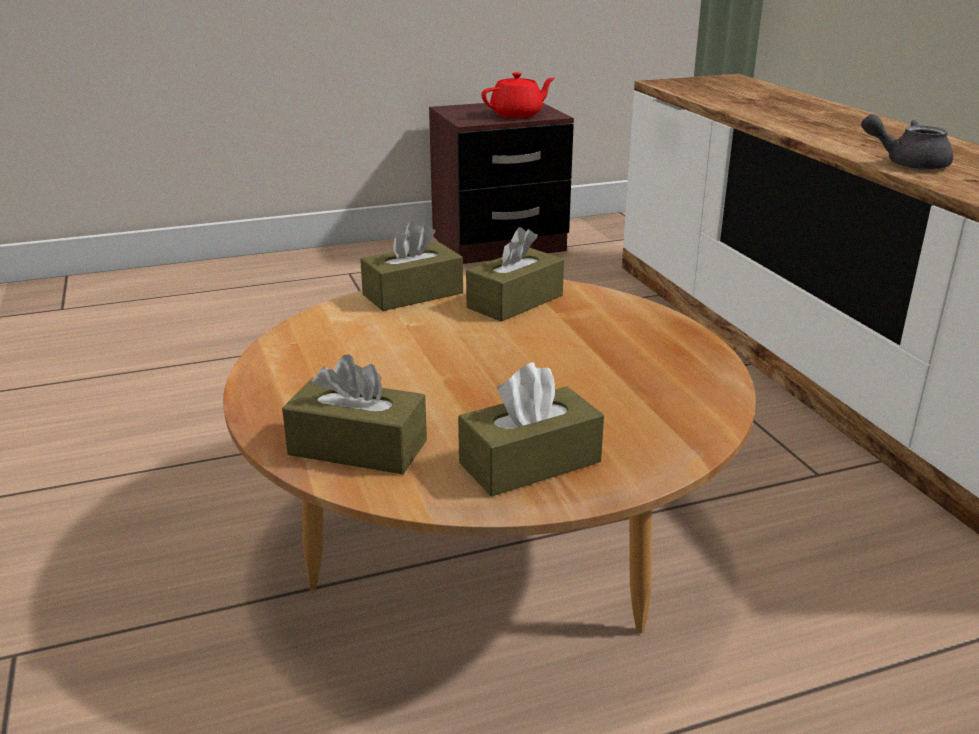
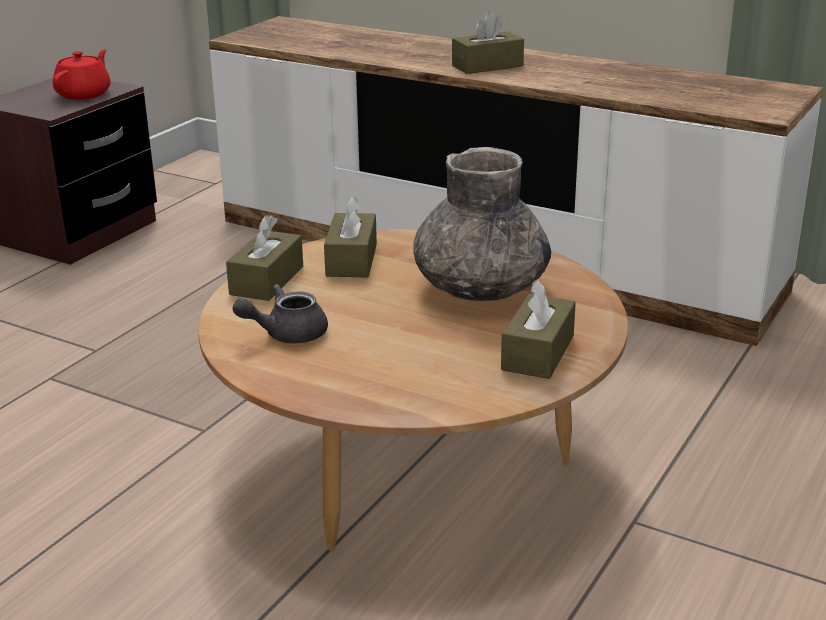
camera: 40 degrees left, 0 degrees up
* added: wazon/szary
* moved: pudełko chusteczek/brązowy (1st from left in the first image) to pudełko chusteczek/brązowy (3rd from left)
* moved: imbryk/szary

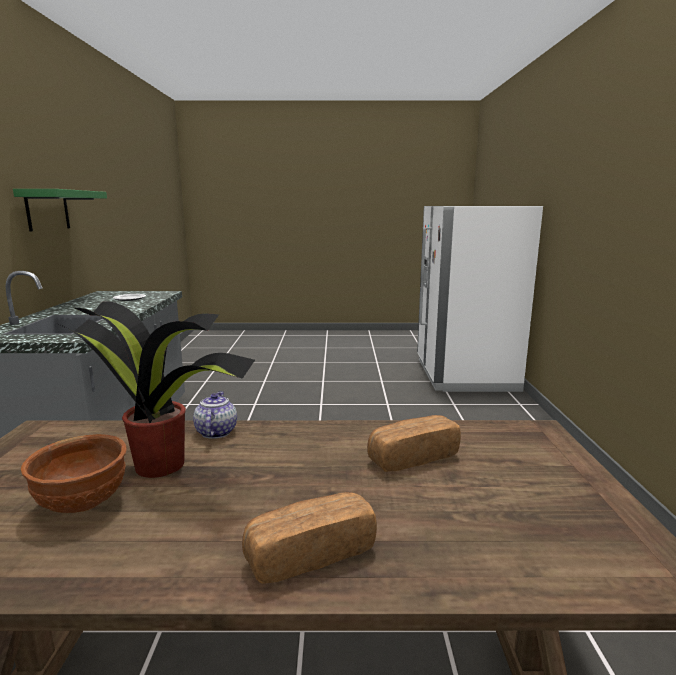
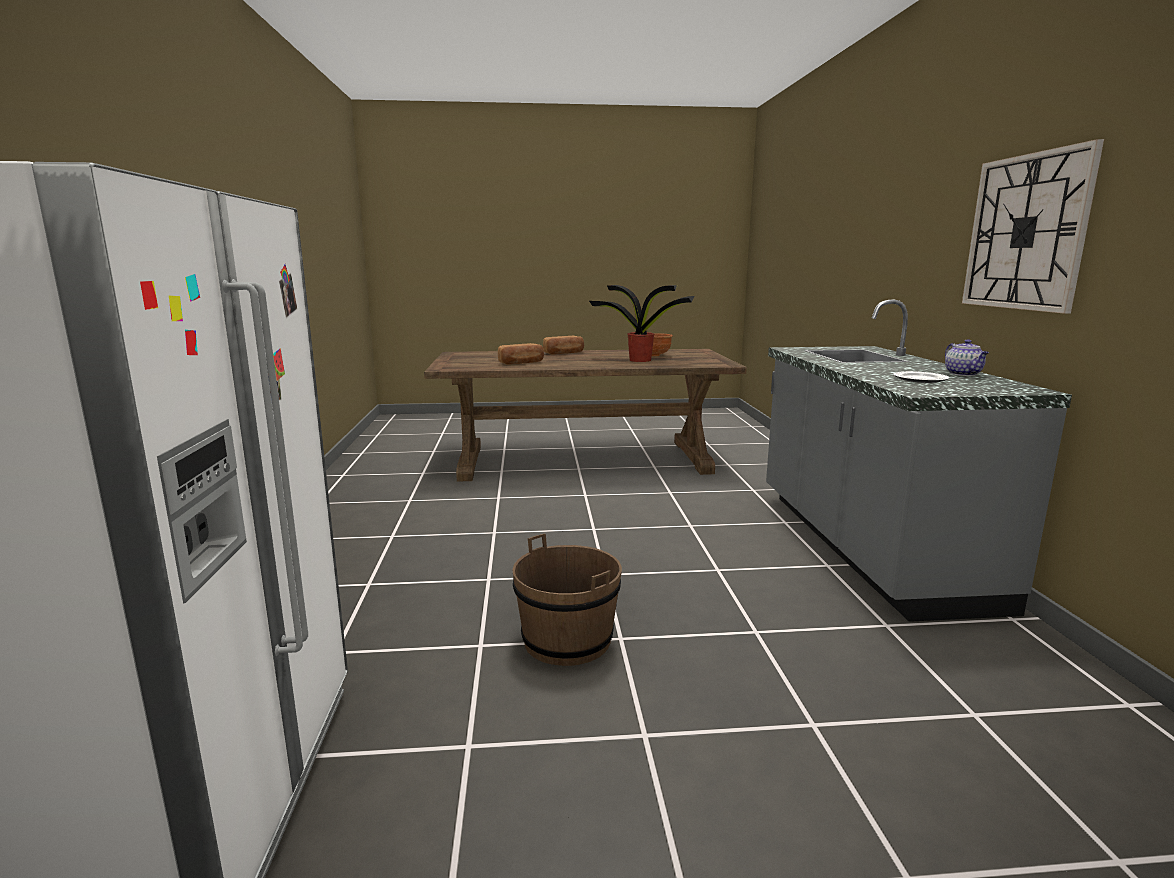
camera: 175 degrees right, 0 degrees up
* added: wiadro/brązowy
* moved: imbryk
* replaced: półka/zielony to zegar ścienny

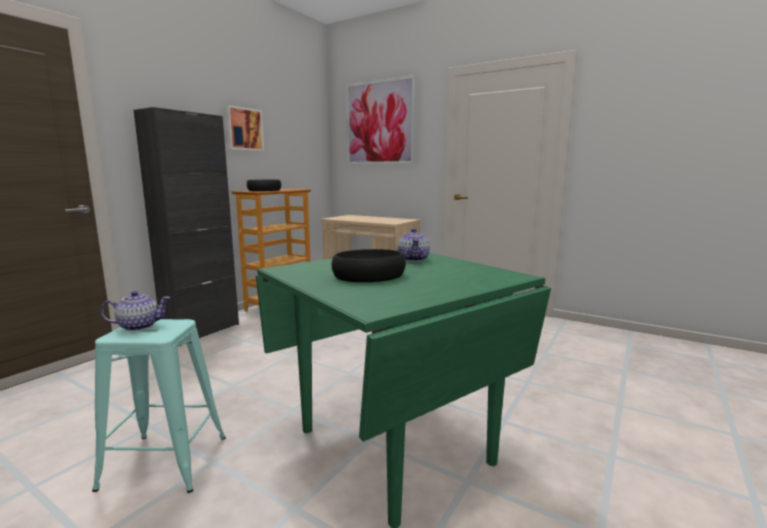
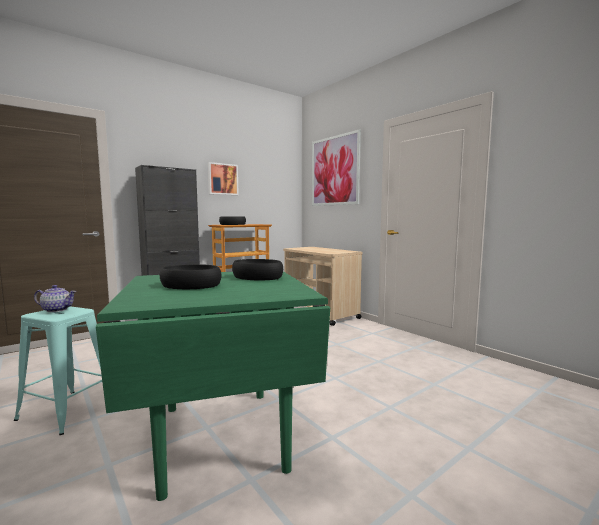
camera: 20 degrees right, 5 degrees down
* replaced: imbryk (2nd from left) to miska/czarny (3rd from left)

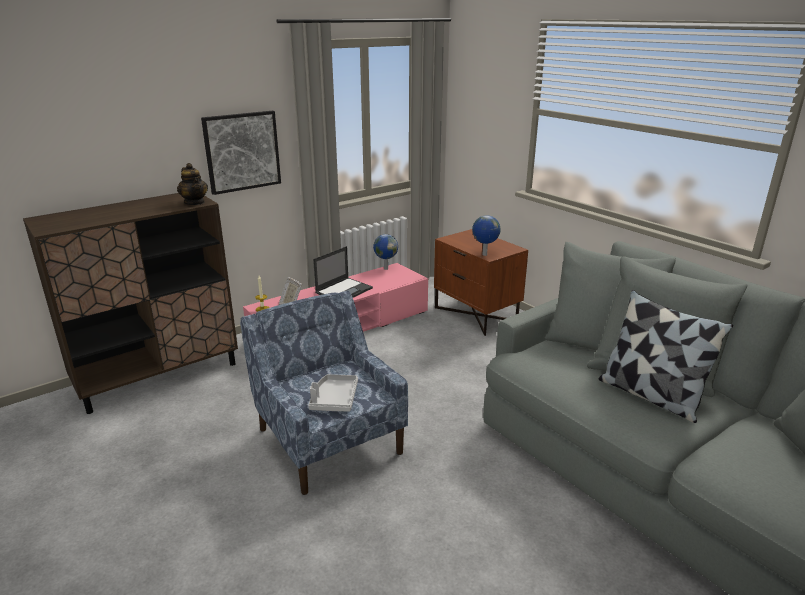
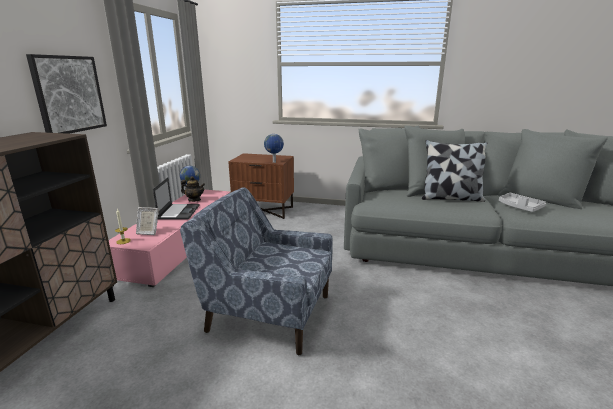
camera: 40 degrees left, 5 degrees down
* moved: imbryk
* moved: taca/szary

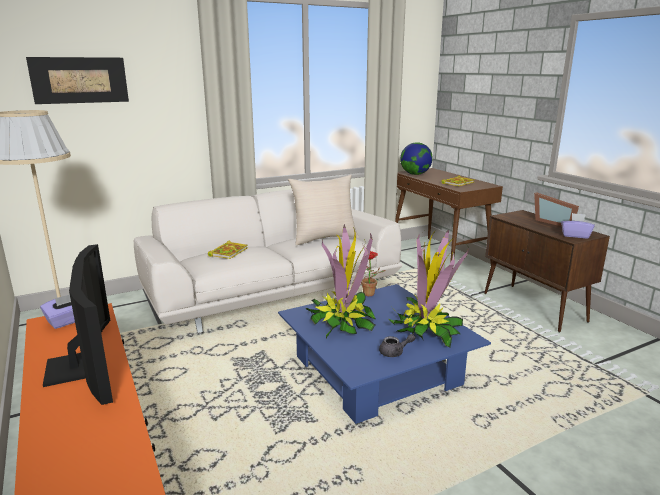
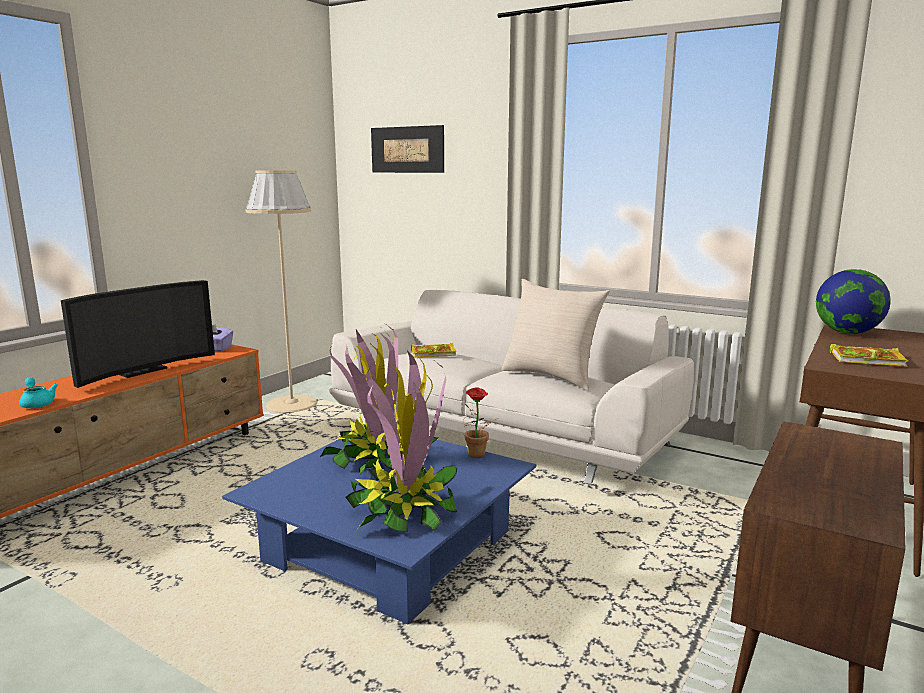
camera: 60 degrees right, 5 degrees down
* removed: imbryk/szary
* removed: ramka na zdjęcie
* removed: pudełko chusteczek/fioletowy (2nd from left)
* added: imbryk/turkusowy

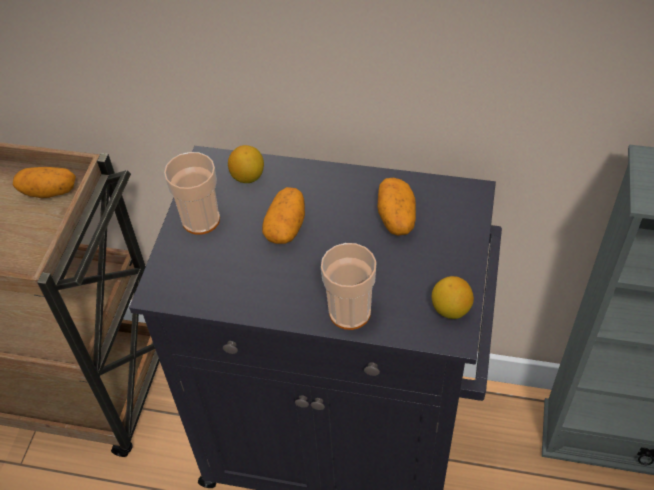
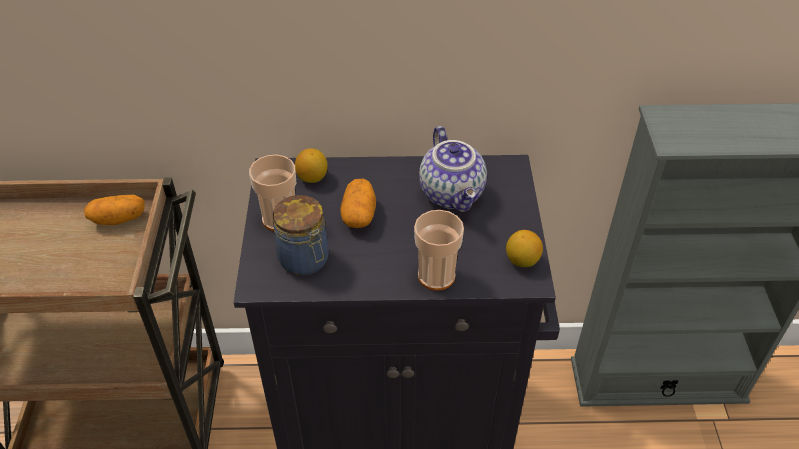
camera: 15 degrees left, 5 degrees down
* added: słoik
* replaced: ziemniak (3rd from left) to imbryk

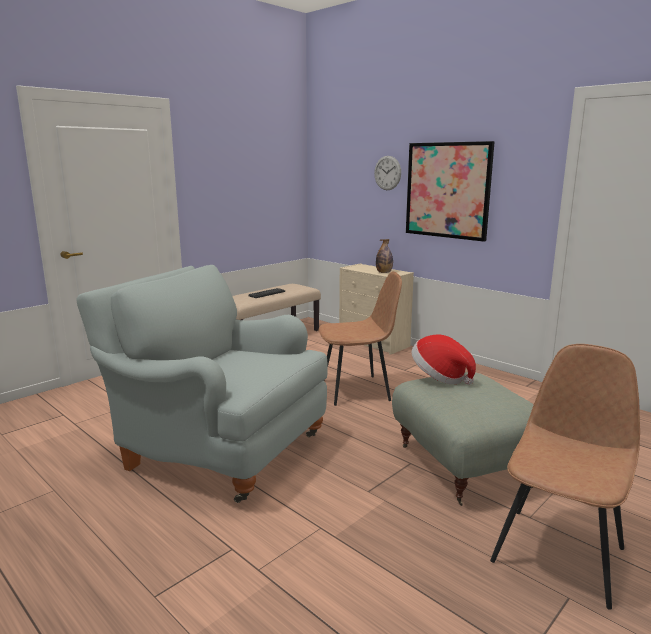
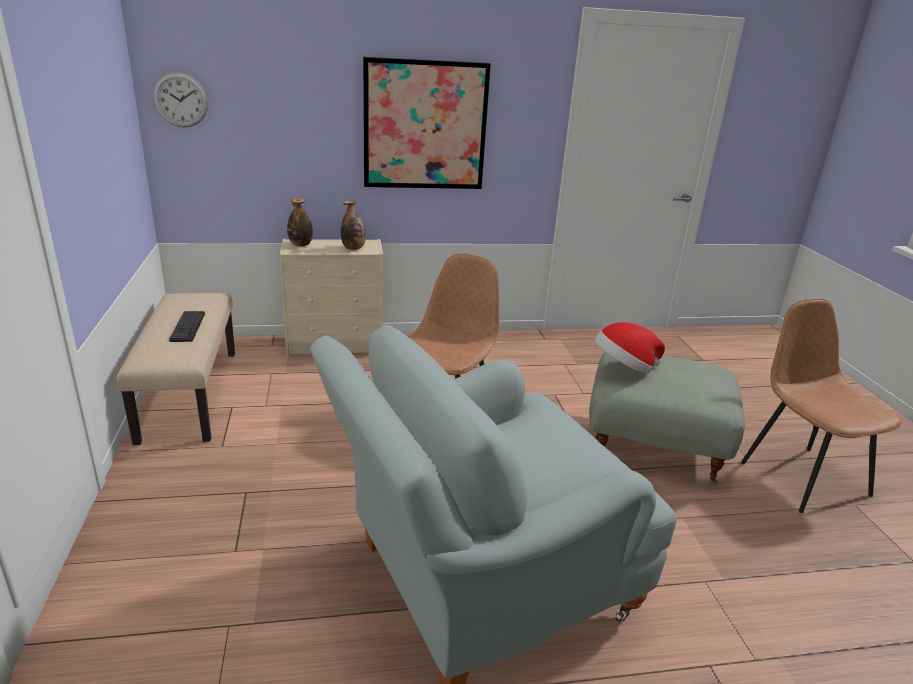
camera: 55 degrees left, 10 degrees up
* added: butelka (1st from left)
* moved: zegar ścienny

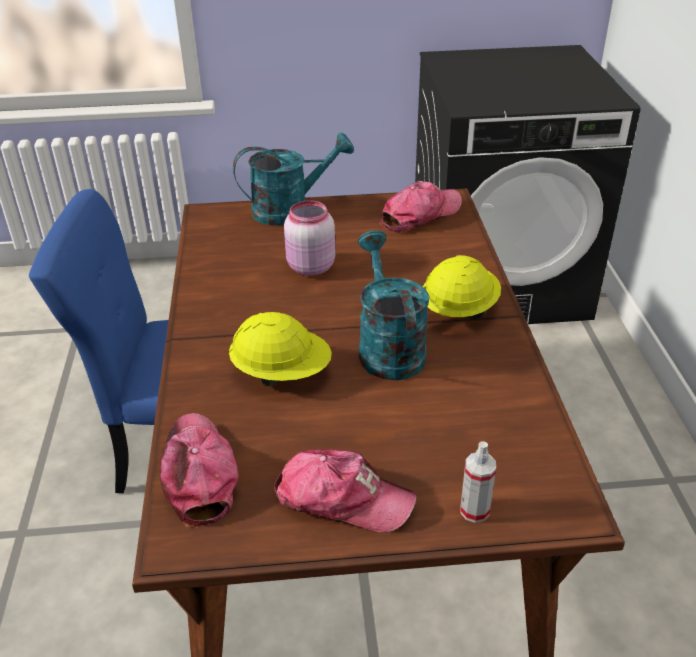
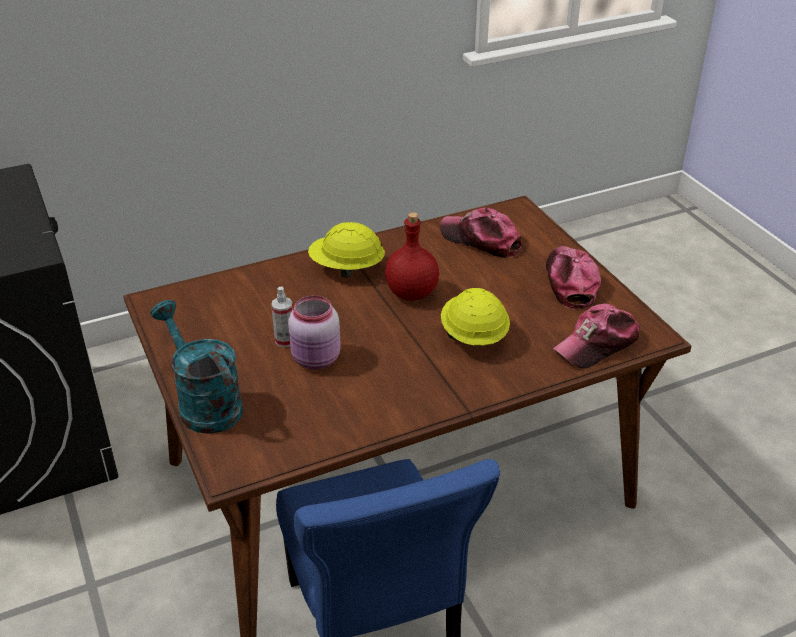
camera: 110 degrees left, 0 degrees up
* moved: czapka z daszkiem (3rd from left in the first image) to czapka z daszkiem (1st from left)
* moved: spryskiwacz
* replaced: konewka/turkusowy (2nd from left) to butelka/czerwony

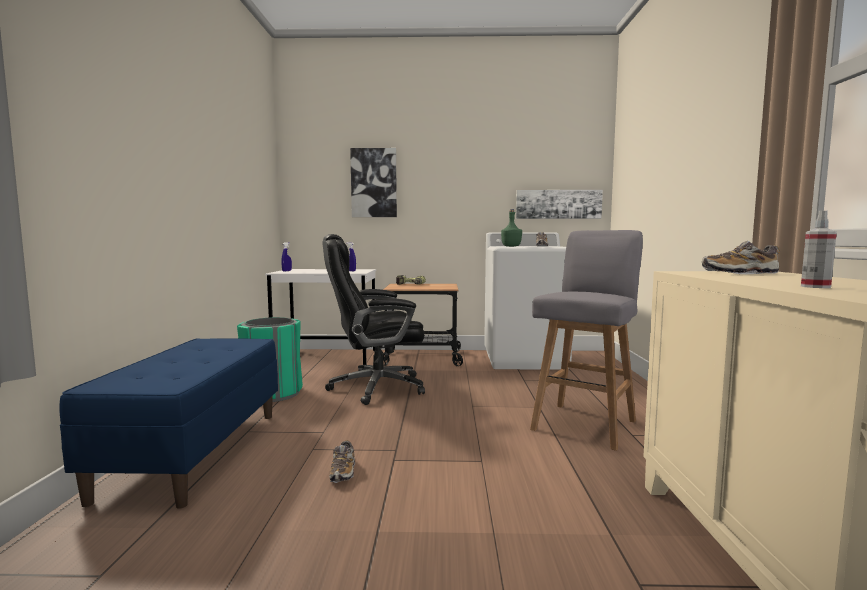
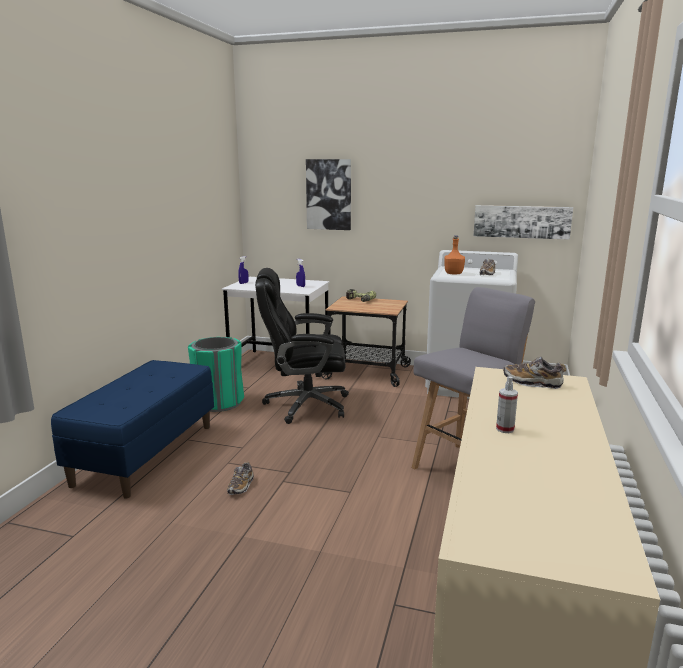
camera: 15 degrees right, 10 degrees up
* recoloured: butelka/zielony to butelka/pomarańczowy

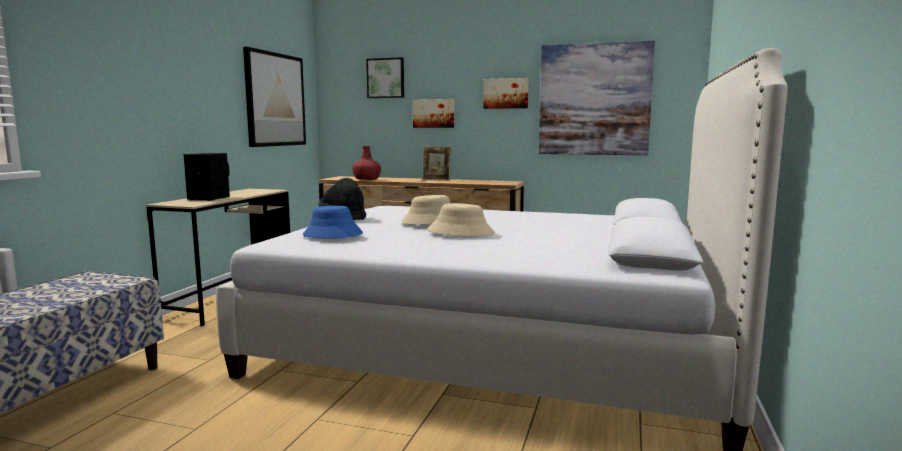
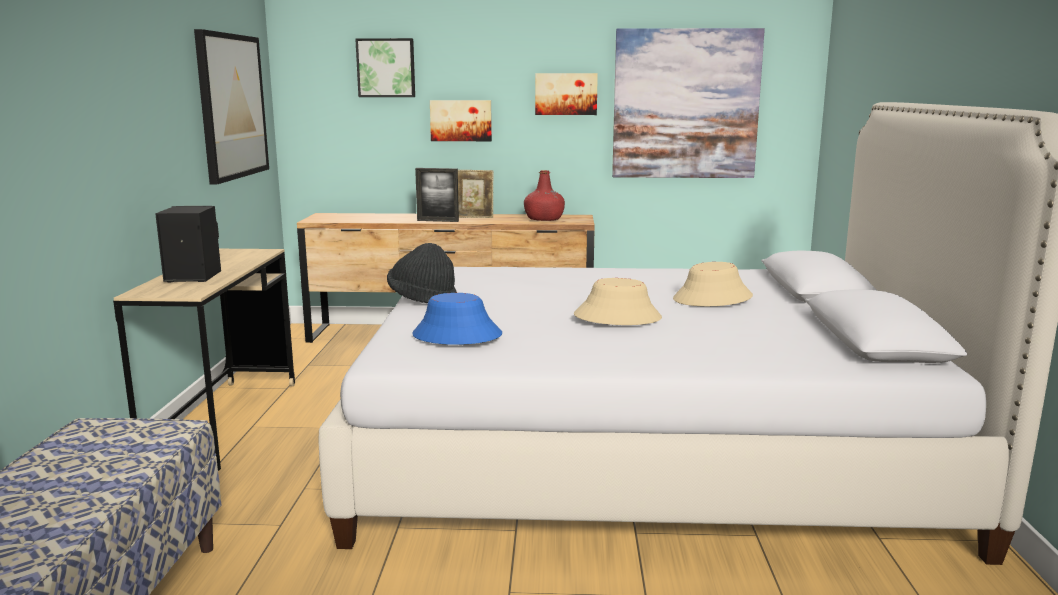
camera: 15 degrees left, 5 degrees up
* added: ramka na zdjęcie (1st from left)
* moved: butelka/czerwony
* moved: kapelusz/beżowy (1st from left in the first image) to kapelusz/beżowy (2nd from left)

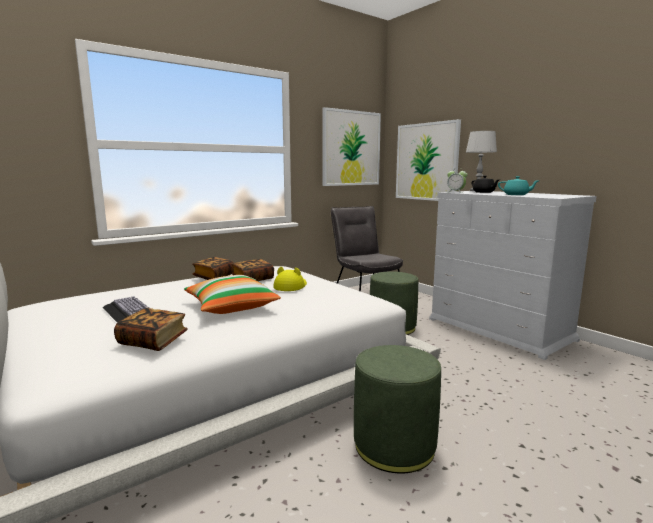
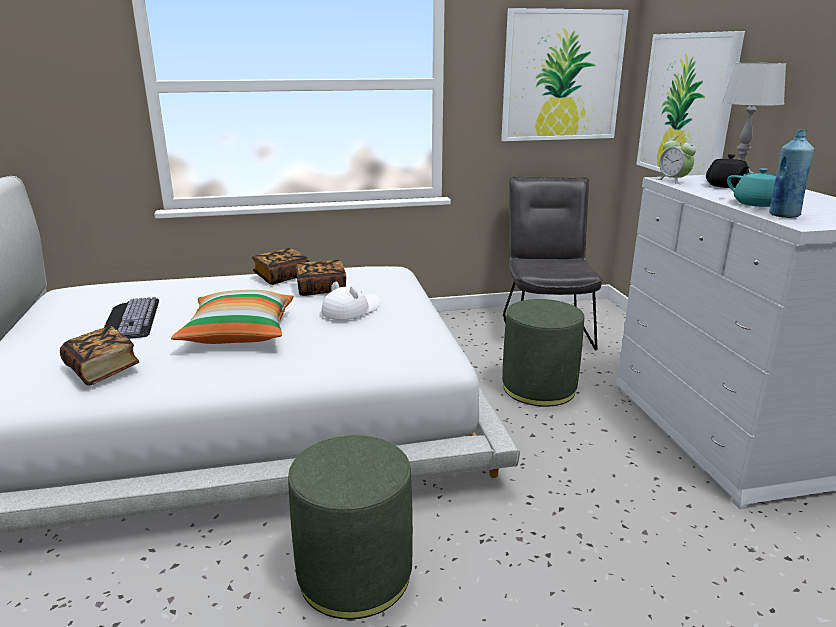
camera: 25 degrees right, 10 degrees up
* added: butelka/niebieski
* recoloured: kapelusz/żółty to kapelusz/biały

